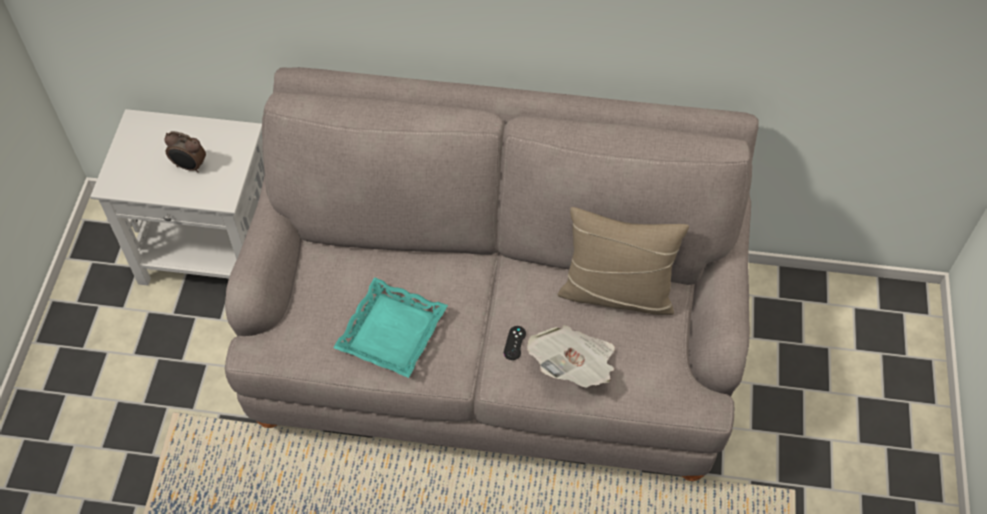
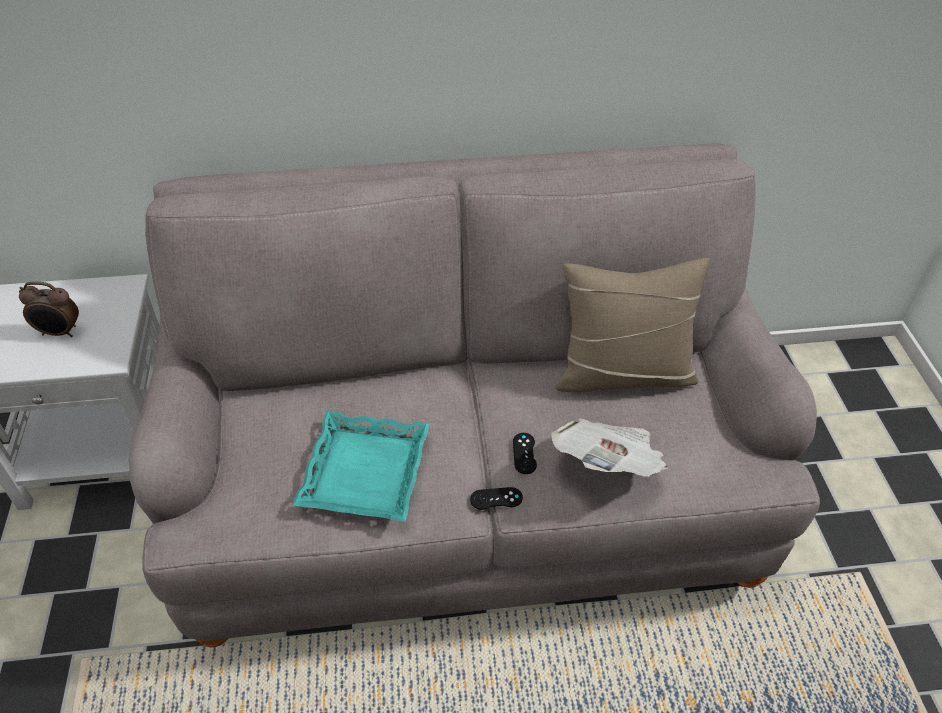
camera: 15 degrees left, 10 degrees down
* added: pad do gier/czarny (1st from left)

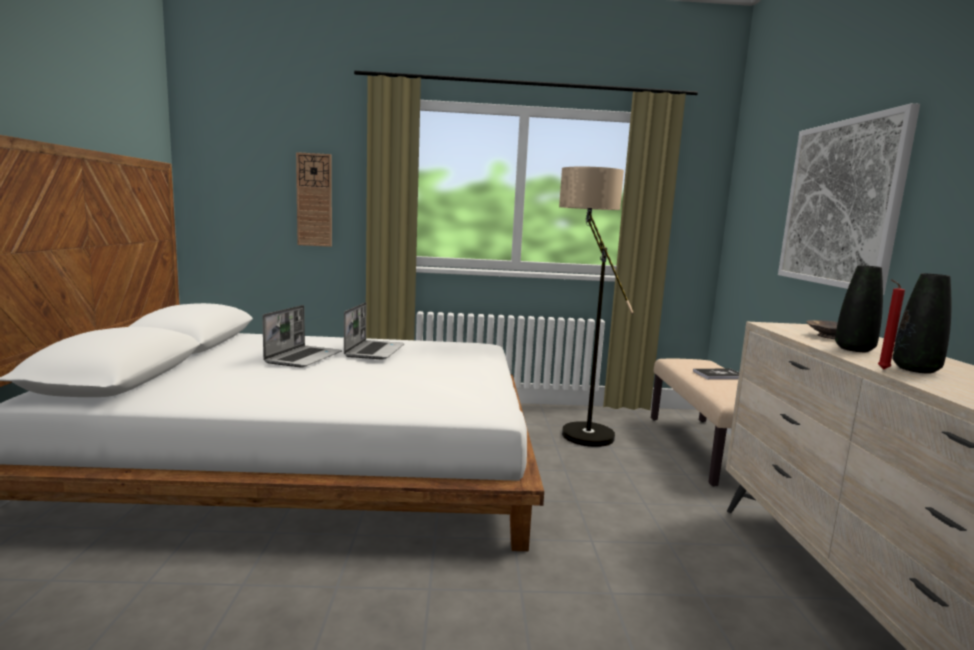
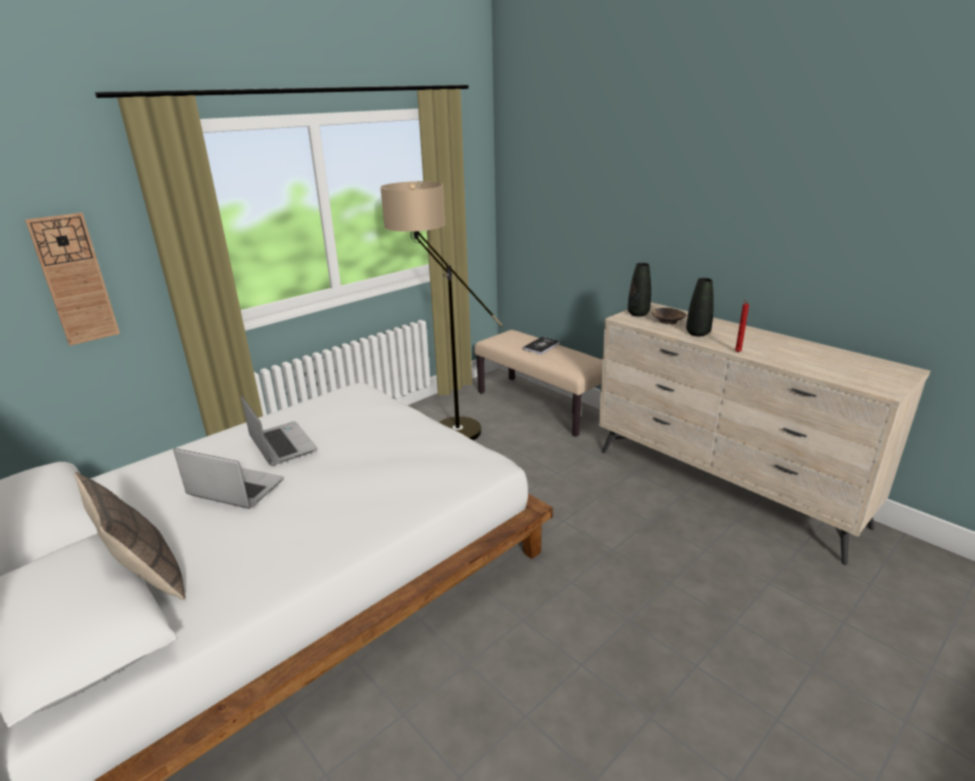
camera: 40 degrees left, 15 degrees up
* removed: obraz
* added: poduszka
* moved: wazon/czarny (2nd from left in the first image) to wazon/czarny (1st from left)
* turned: laptop (1st from left) 45 degrees counterclockwise

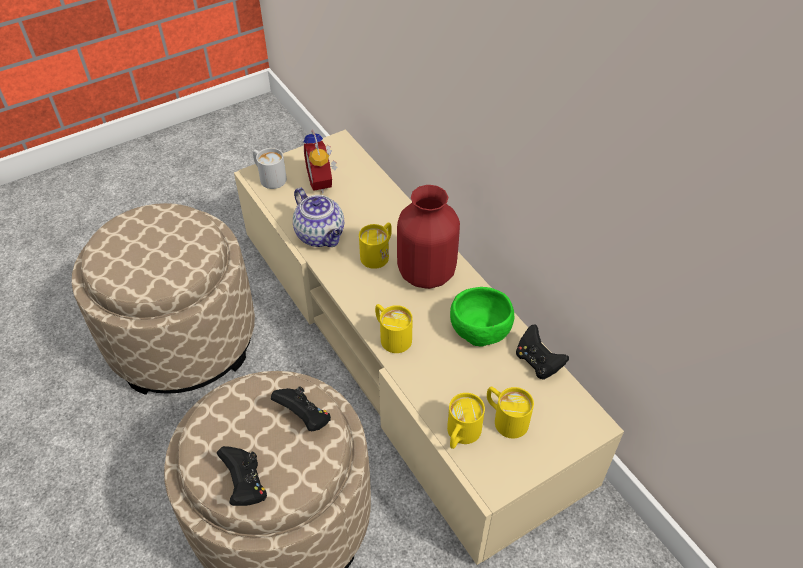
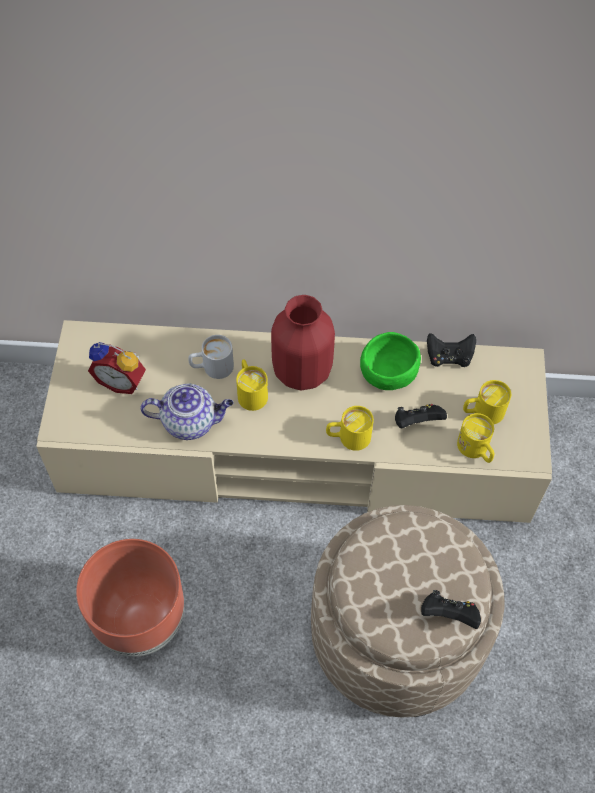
camera: 55 degrees left, 10 degrees up
* moved: kubek/biały
* moved: pad do gier/czarny (2nd from left in the first image) to pad do gier/czarny (1st from left)
* replaced: pufa/beżowy (1st from left) to donica/brązowy

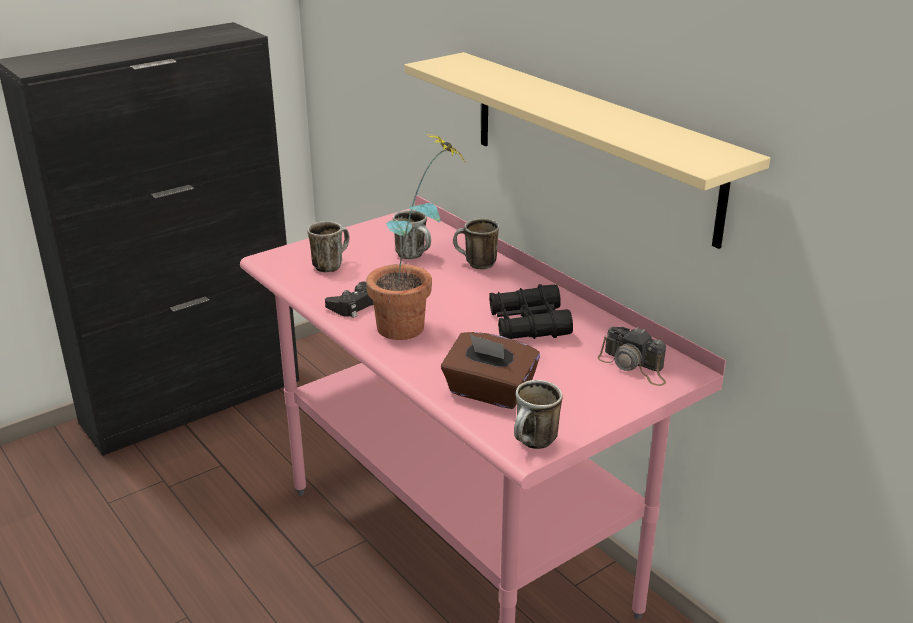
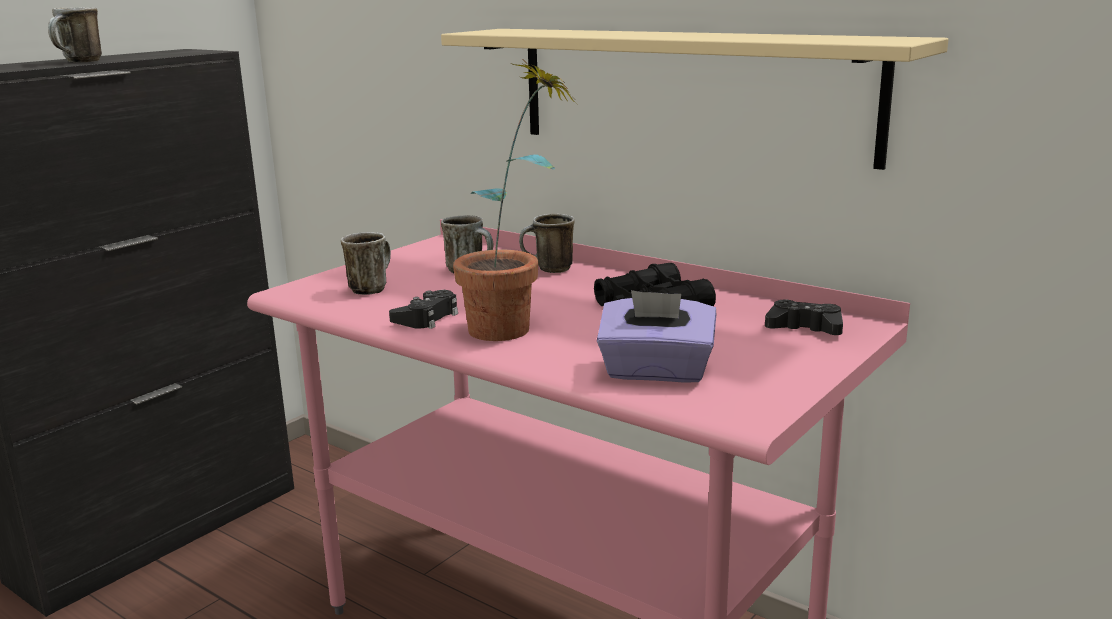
camera: 15 degrees left, 10 degrees down
* moved: kubek (4th from left in the first image) to kubek (1st from left)
* replaced: aparat fotograficzny to pad do gier/czarny (2nd from left)
* recoloured: pudełko chusteczek/brązowy to pudełko chusteczek/fioletowy

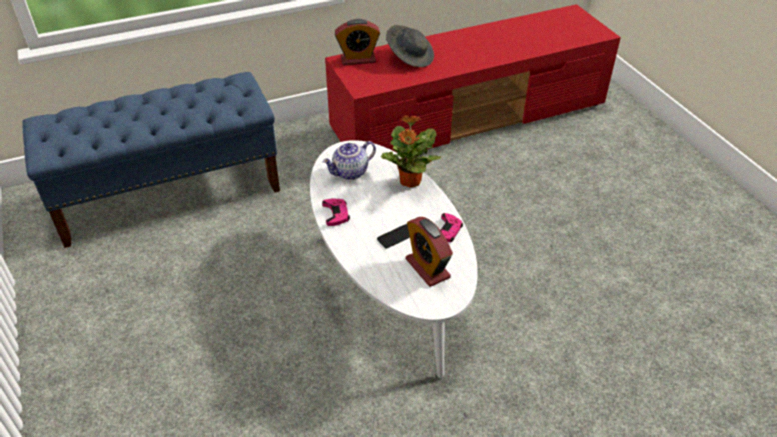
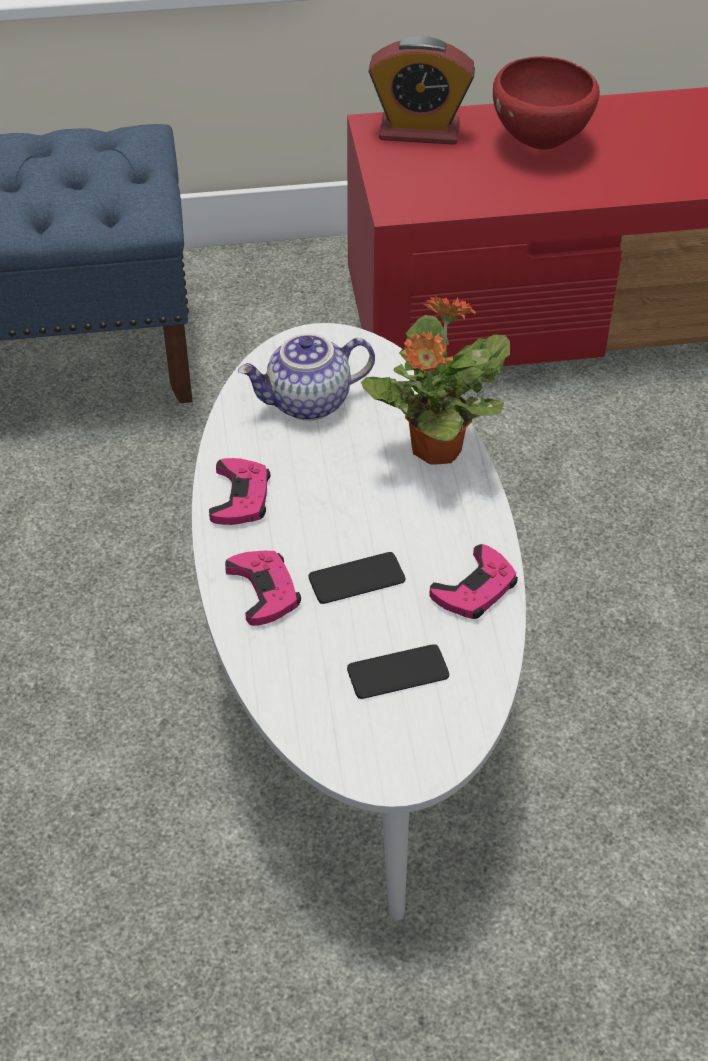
camera: 15 degrees right, 5 degrees up
* added: pad do gier/różowy (2nd from left)
* replaced: kapelusz/szary to miska/czerwony
* replaced: budzik (2nd from left) to telefon (2nd from left)

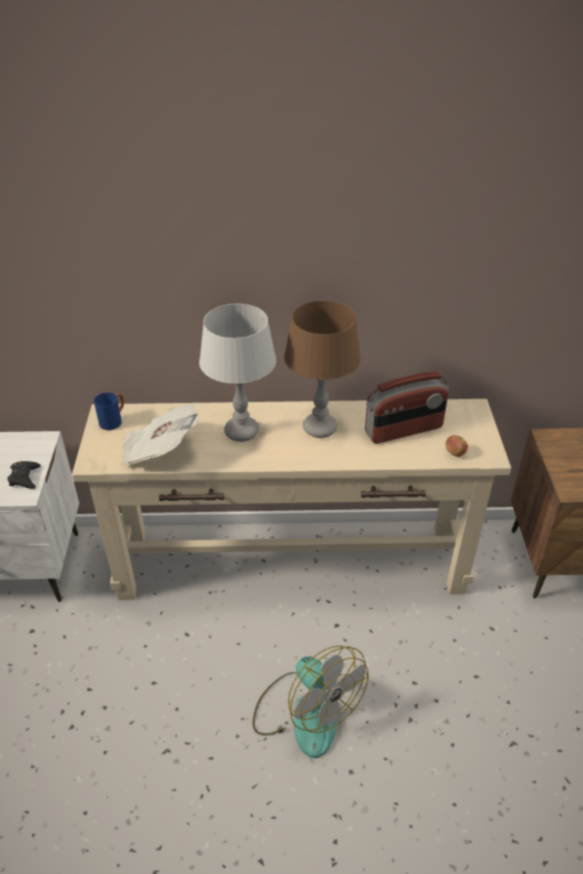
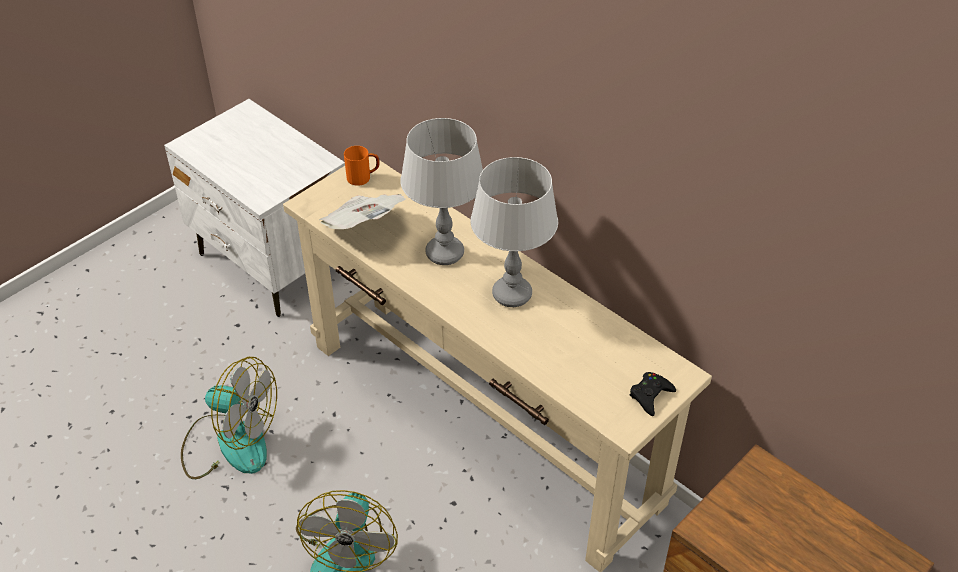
camera: 45 degrees right, 5 degrees up
* removed: radio
* removed: jabłko
* added: wentylator (1st from left)
* moved: pad do gier/czarny
* recoloured: kubek/niebieski to kubek/pomarańczowy
* recoloured: lampa stołowa/brązowy to lampa stołowa/szary (2nd from left)

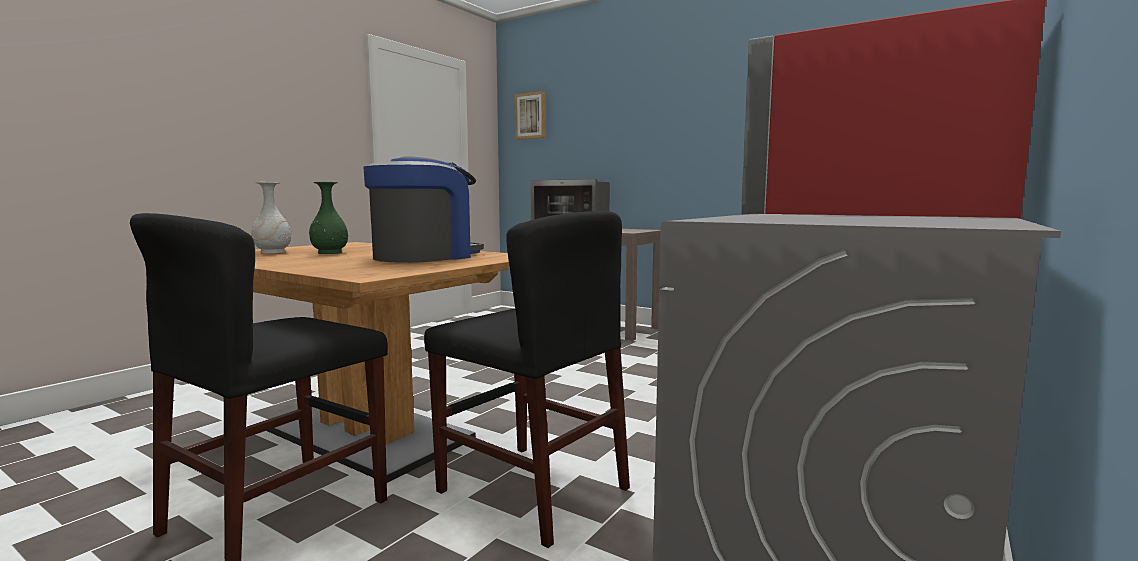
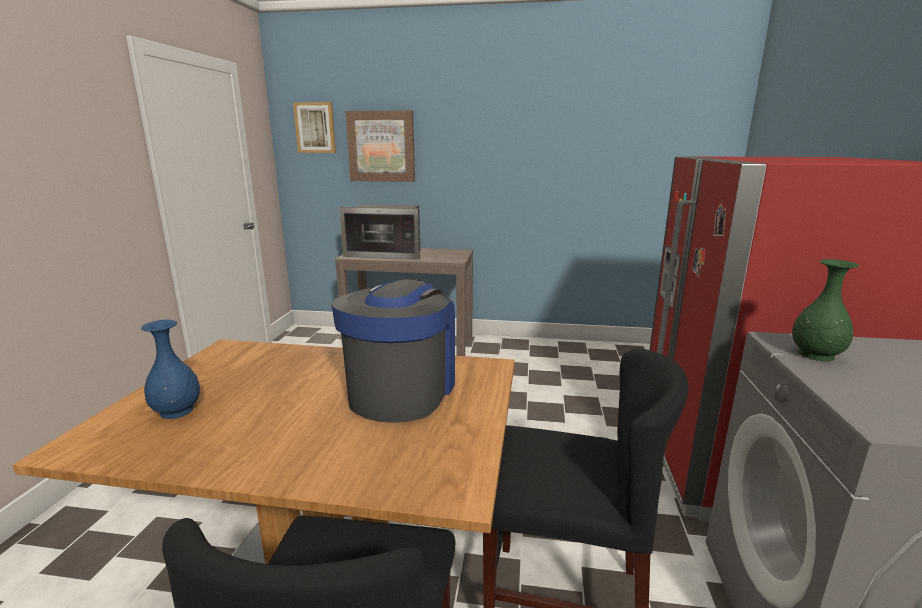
camera: 25 degrees left, 10 degrees up
* added: obraz (2nd from left)
* moved: wazon/zielony
* recoloured: wazon/biały to wazon/niebieski

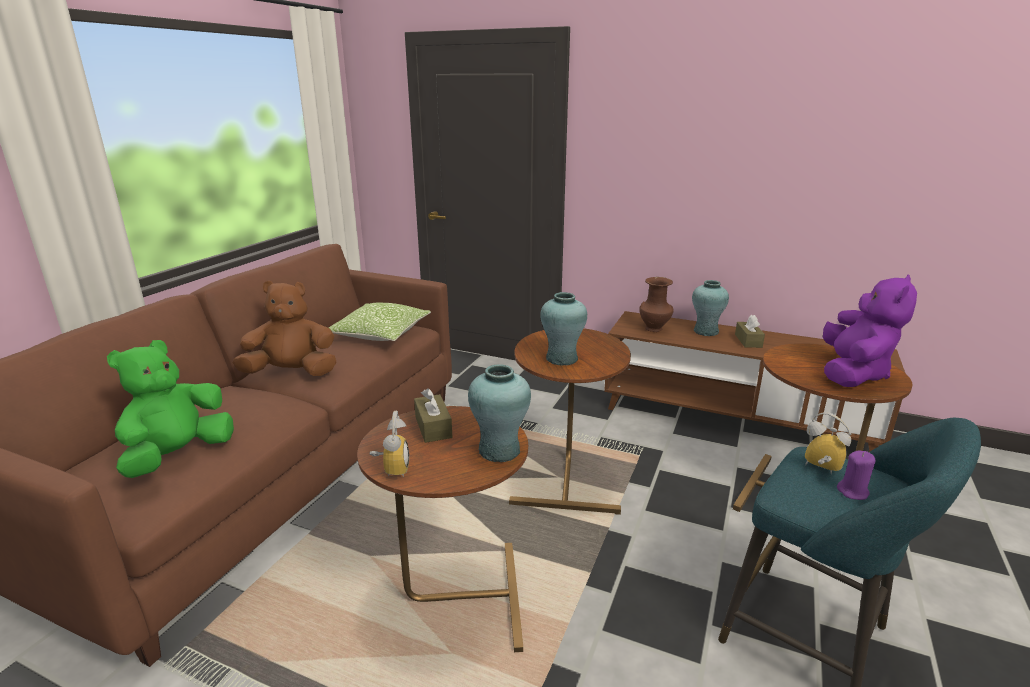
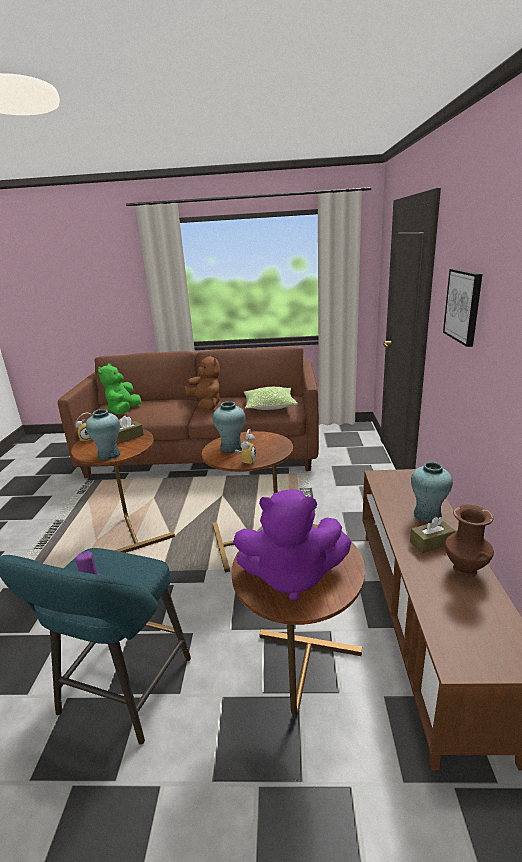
camera: 70 degrees right, 0 degrees up
* added: obraz
* moved: wazon/brązowy
* moved: budzik (2nd from left)
* turned: pluszak/zielony 90 degrees counterclockwise

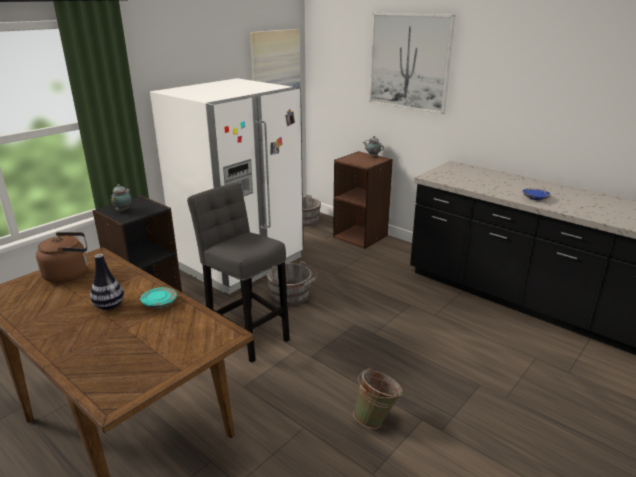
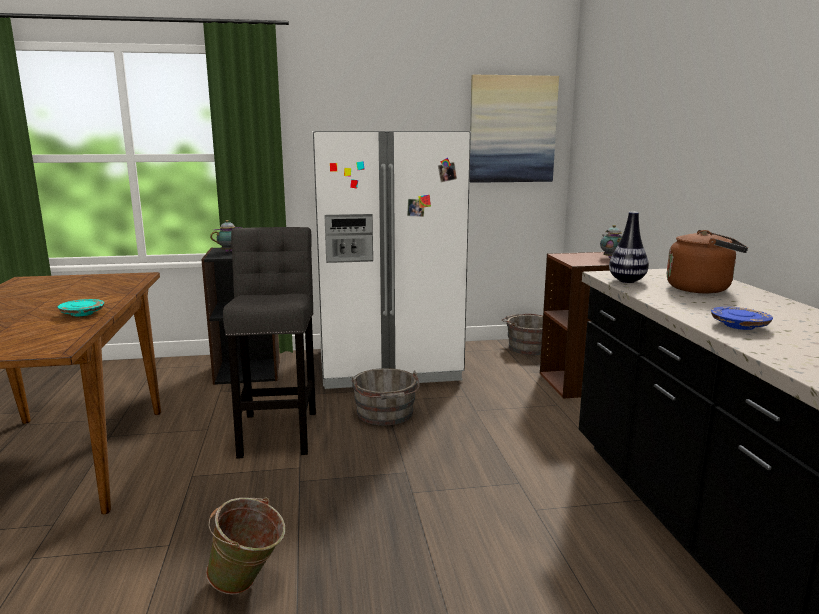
camera: 40 degrees right, 10 degrees down
* removed: obraz (2nd from left)
* moved: czajnik/brązowy
* moved: wazon

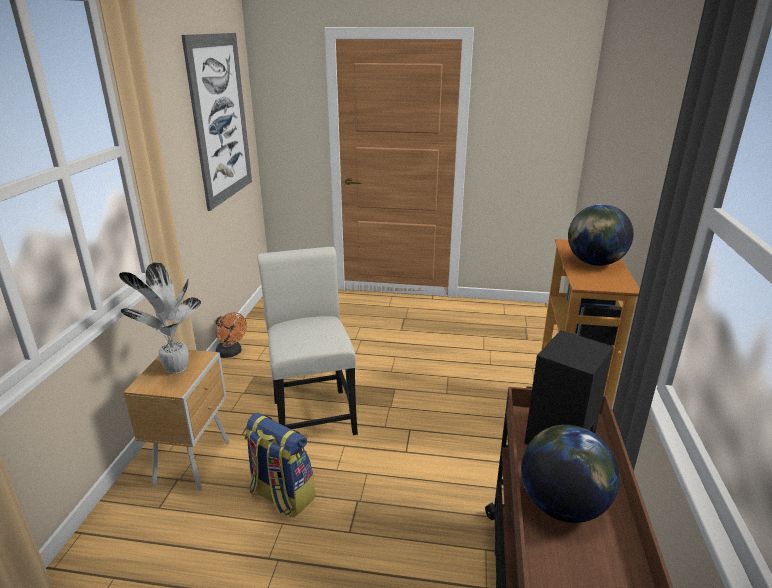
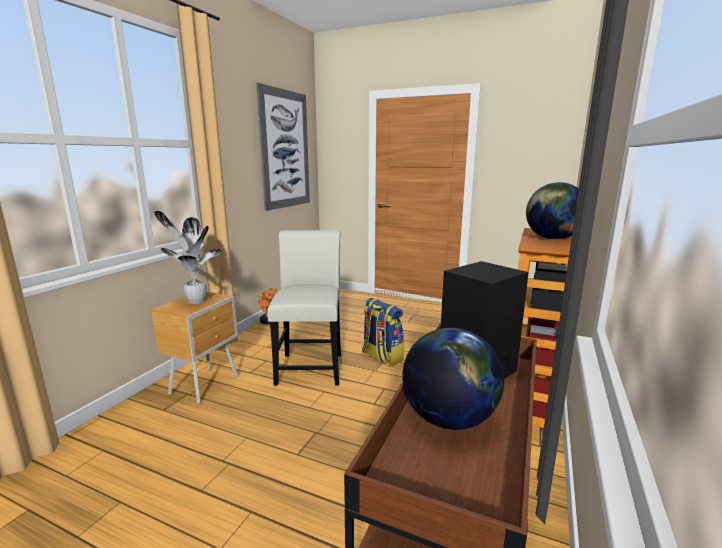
camera: 15 degrees right, 10 degrees down
* moved: plecak

